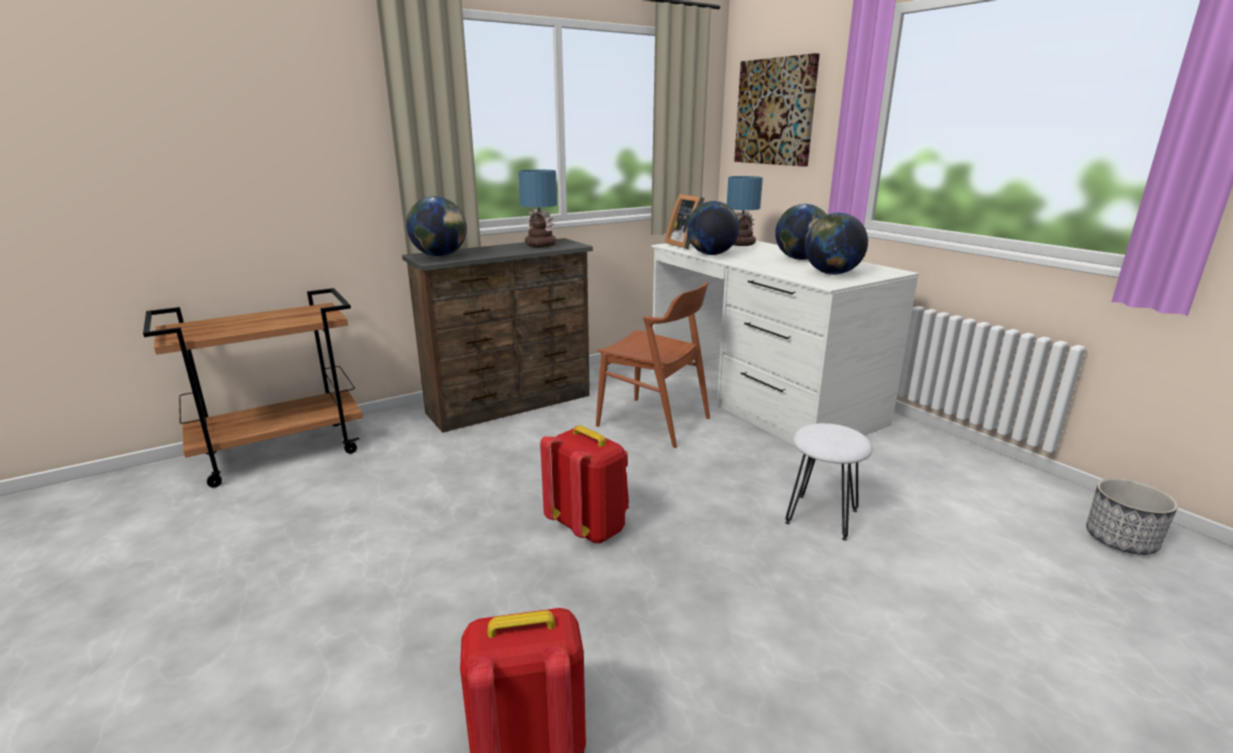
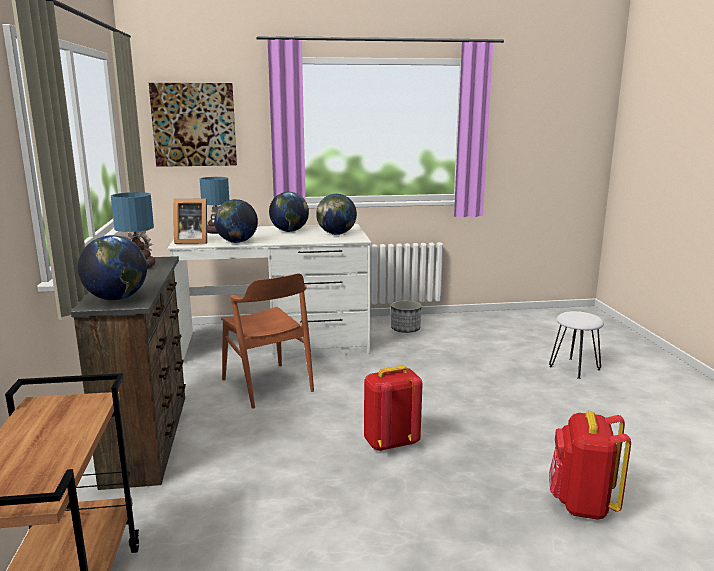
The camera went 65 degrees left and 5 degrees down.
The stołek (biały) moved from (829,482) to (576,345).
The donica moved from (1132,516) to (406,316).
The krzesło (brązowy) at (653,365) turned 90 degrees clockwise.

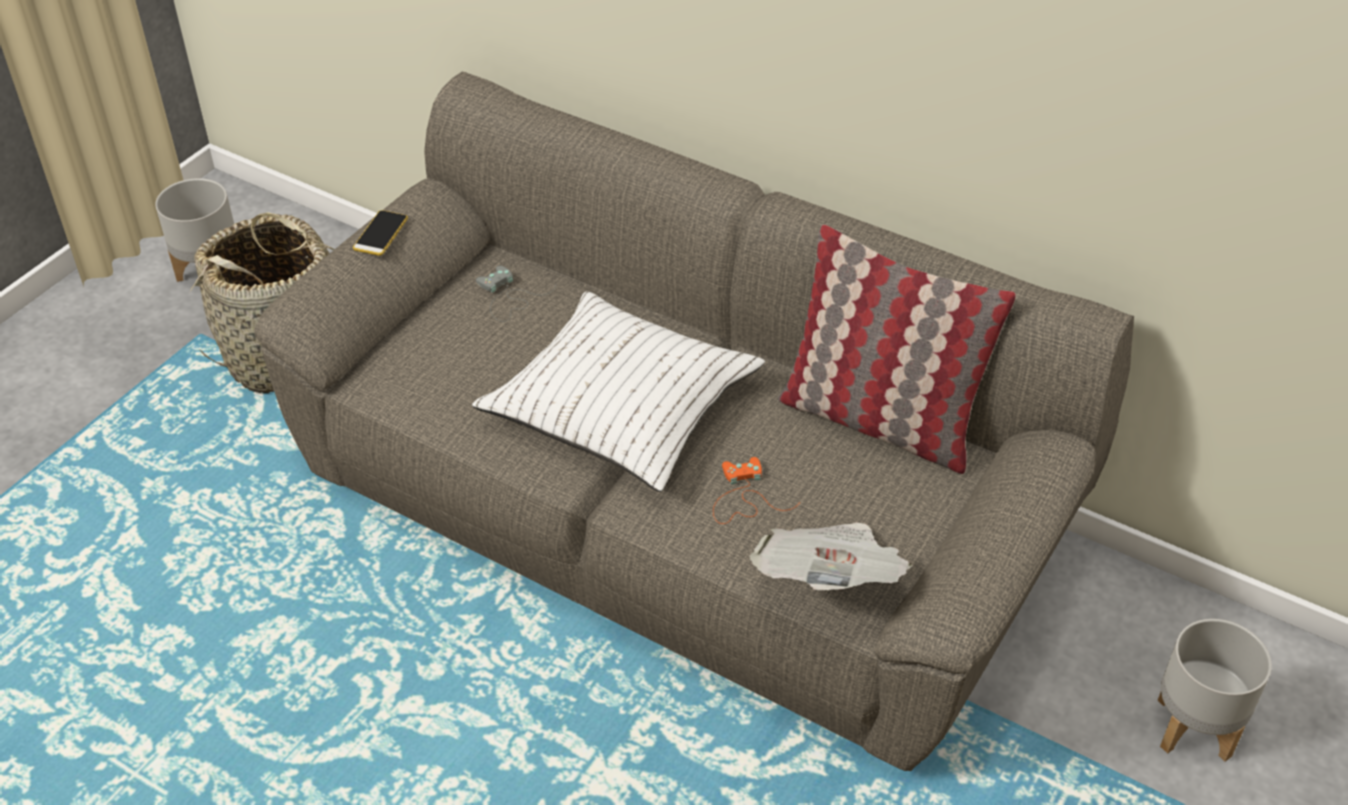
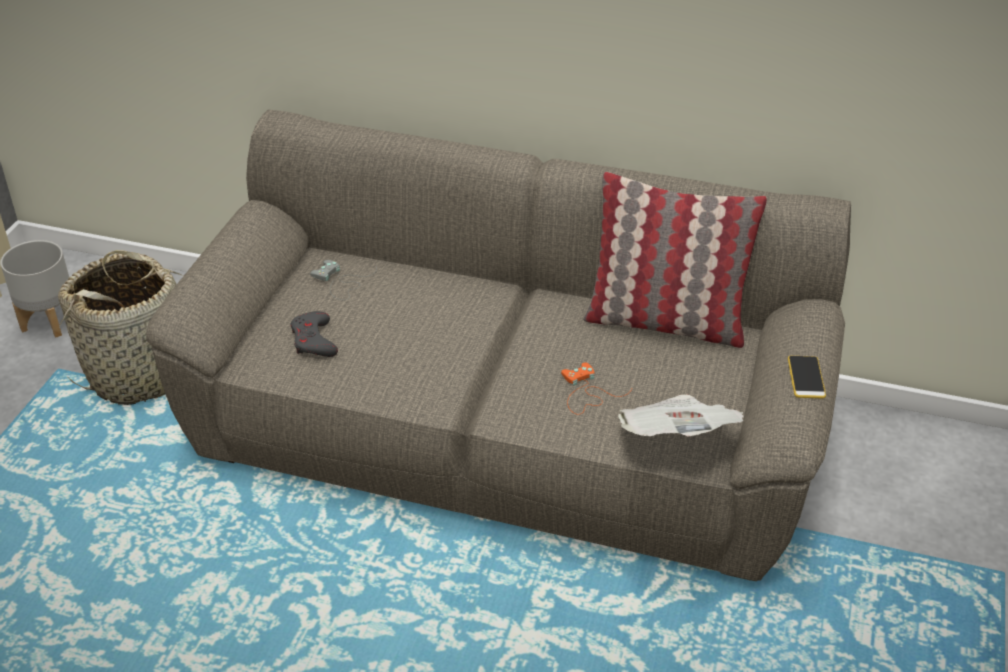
The camera went 15 degrees left and 5 degrees down.
The poduszka (biały) at (618,391) disappeared.
The donica (szary) at (1215,690) disappeared.
The pad do gier (szary) at (314,334) appeared.
The telefon moved from (380,233) to (807,377).

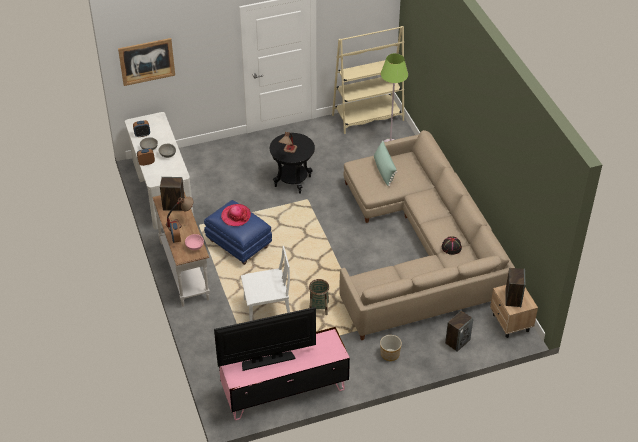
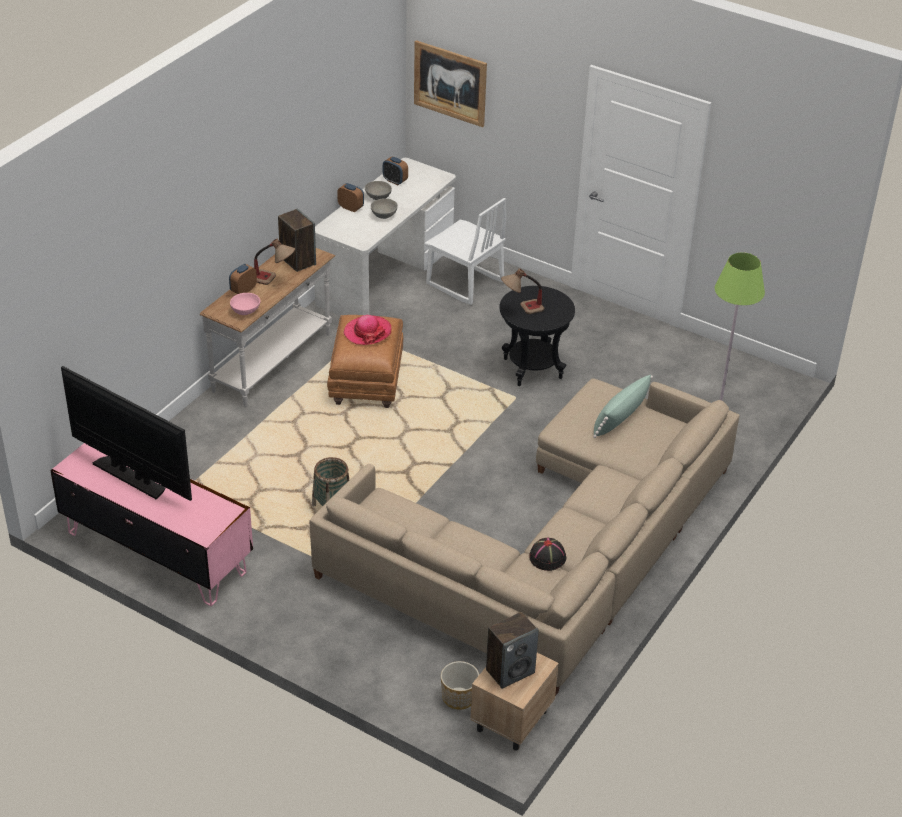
The camera went 50 degrees right and 5 degrees down.
The regał (beżowy) at (368,80) disappeared.
The głośnik at (459,331) disappeared.
The krzesło (biały) moved from (265,283) to (465,251).
The donica moved from (391,348) to (460,685).
The pufa (niebieski) at (238,232) became the pufa (brązowy) at (365,361).

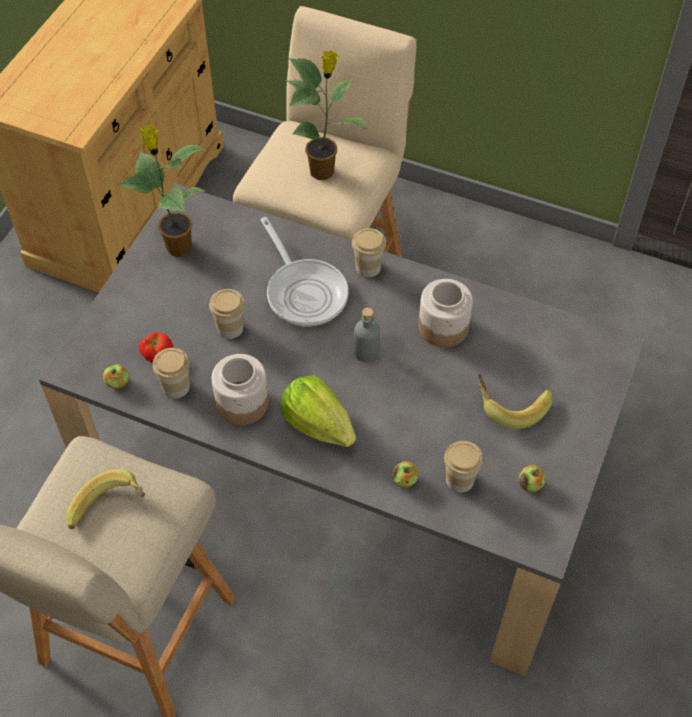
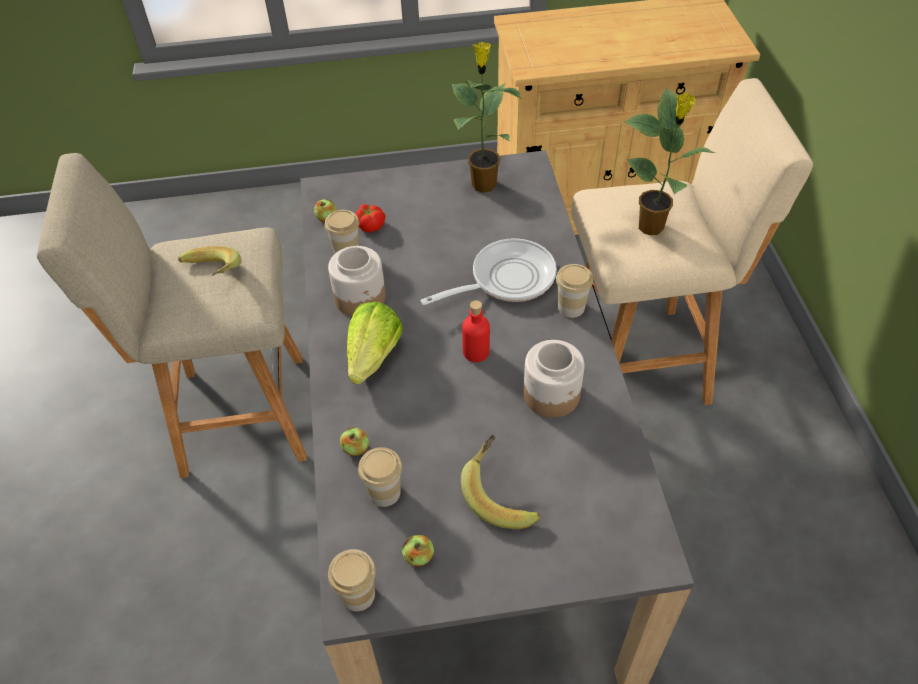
The camera went 60 degrees right and 5 degrees down.
The filiżanka moved from (227,314) to (352,580).
The butelka (szary) at (367,335) became the butelka (czerwony) at (476,331).
The patelnia at (304,271) turned 150 degrees counterclockwise.

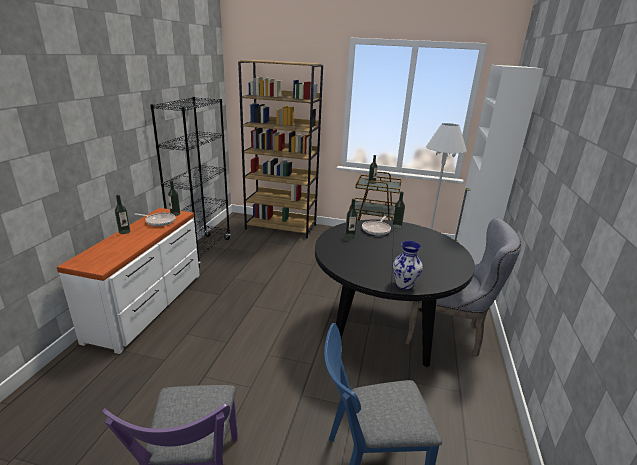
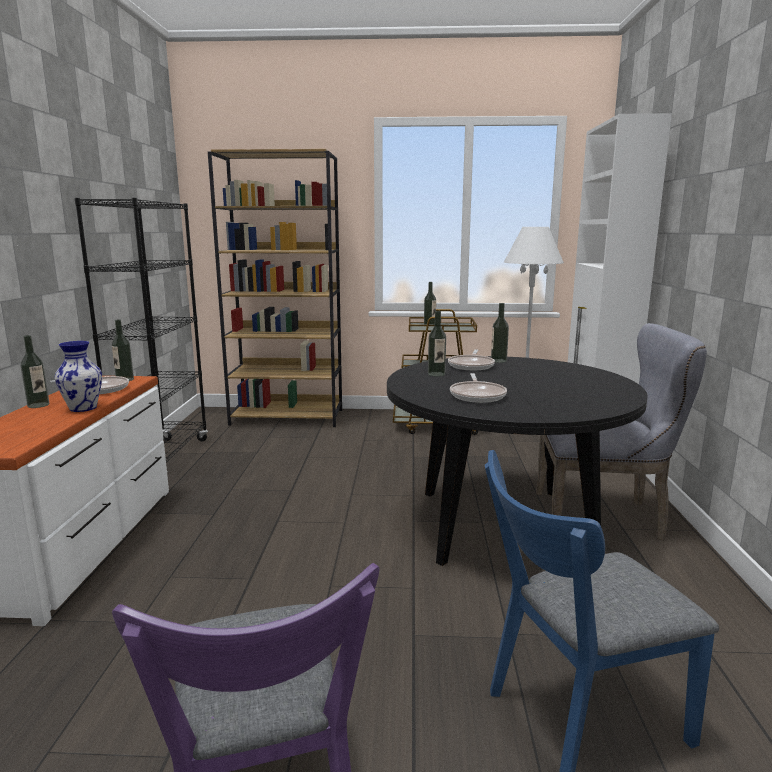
The camera went 10 degrees left and 10 degrees down.
The patelnia at (478,388) appeared.
The wazon moved from (408,265) to (78,376).

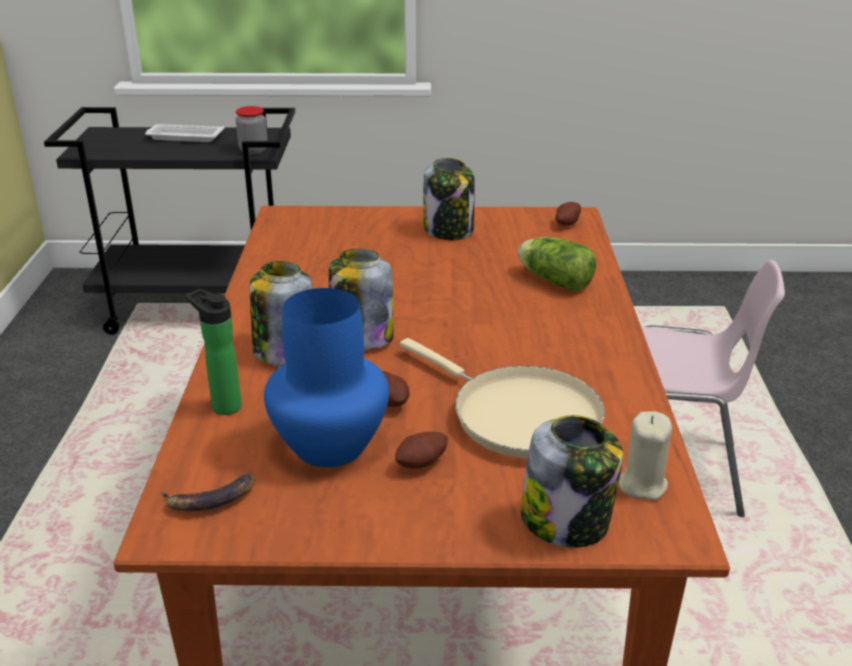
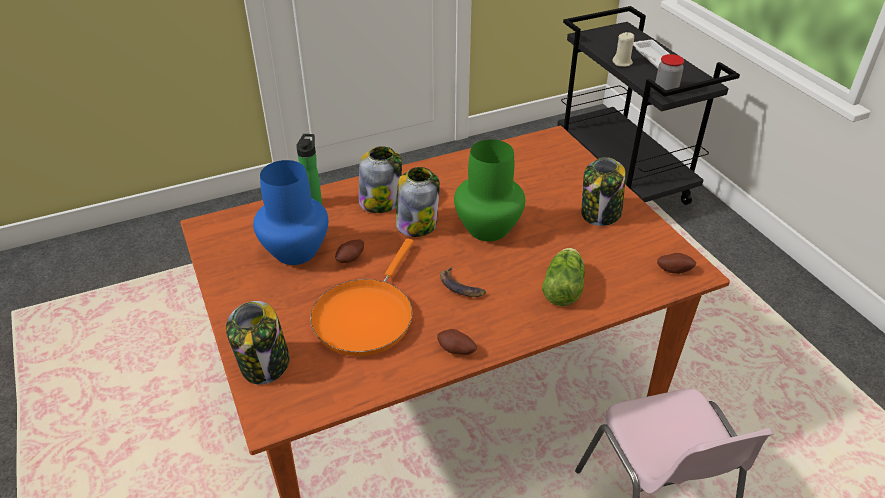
The camera went 65 degrees right and 10 degrees up.
The wazon (zielony) at (489,190) appeared.
The banan moved from (208,492) to (463,282).
The ziemniak moved from (421,450) to (457,342).
The świeca (beżowy) moved from (645,455) to (623,49).
The patelnia (beżowy) at (502,398) became the patelnia (pomarańczowy) at (362,297).

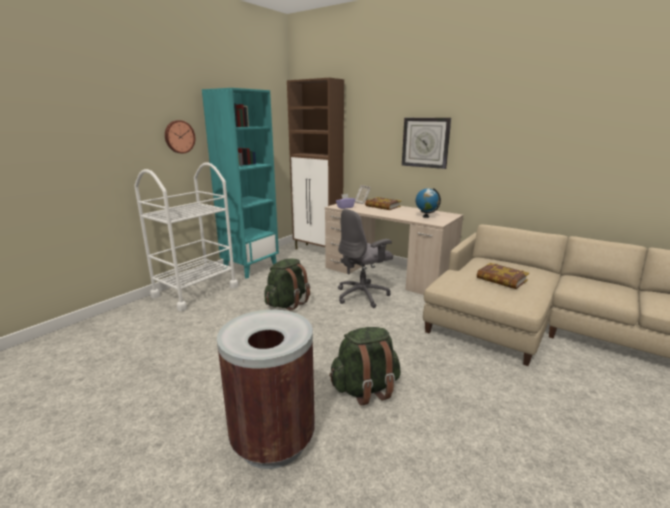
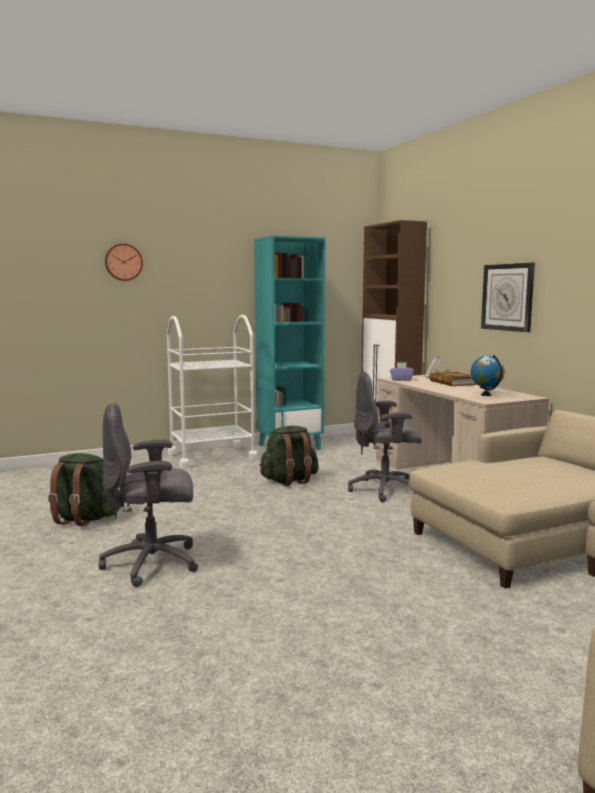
The camera went 30 degrees right and 10 degrees down.
The książka at (503,276) disappeared.
The zegar ścienny moved from (180,137) to (124,262).
The plecak (zielony) moved from (365,366) to (84,489).
The kosz na śmieci (brązowy) at (266,389) was replaced by the krzesło biurowe (szary) at (148,495).

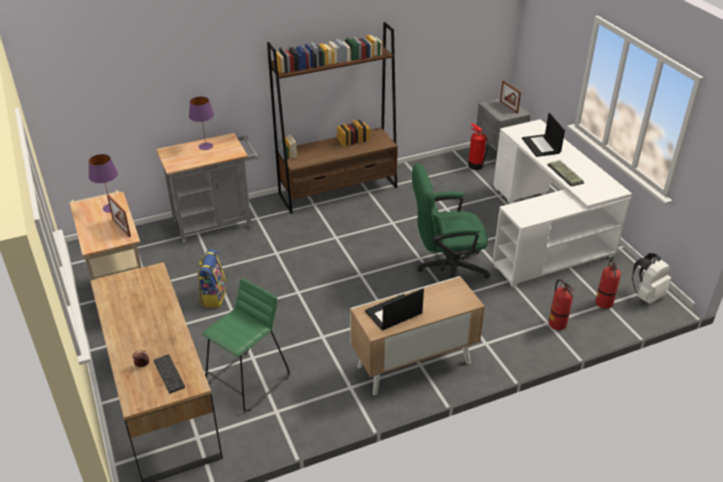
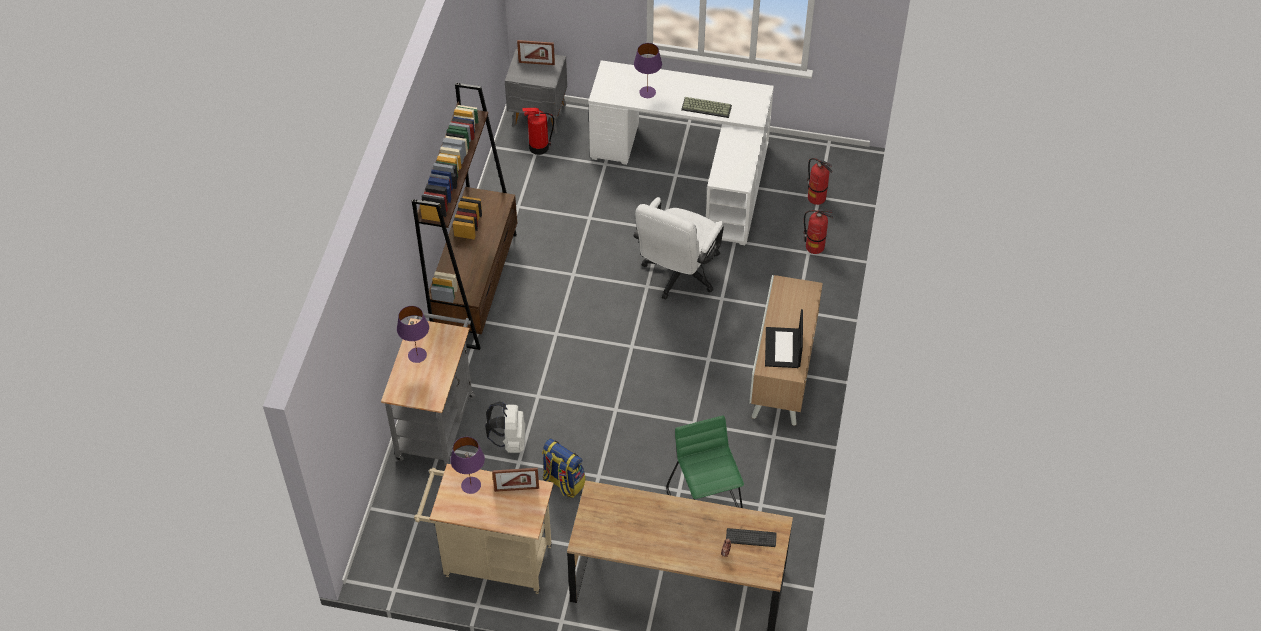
The camera went 55 degrees left and 15 degrees up.
The plecak (biały) moved from (651,278) to (505,427).
The laptop at (543,135) was replaced by the lampa stołowa (fioletowy) at (648,70).
The krzesło biurowe (zielony) at (451,221) became the krzesło biurowe (biały) at (678,248).

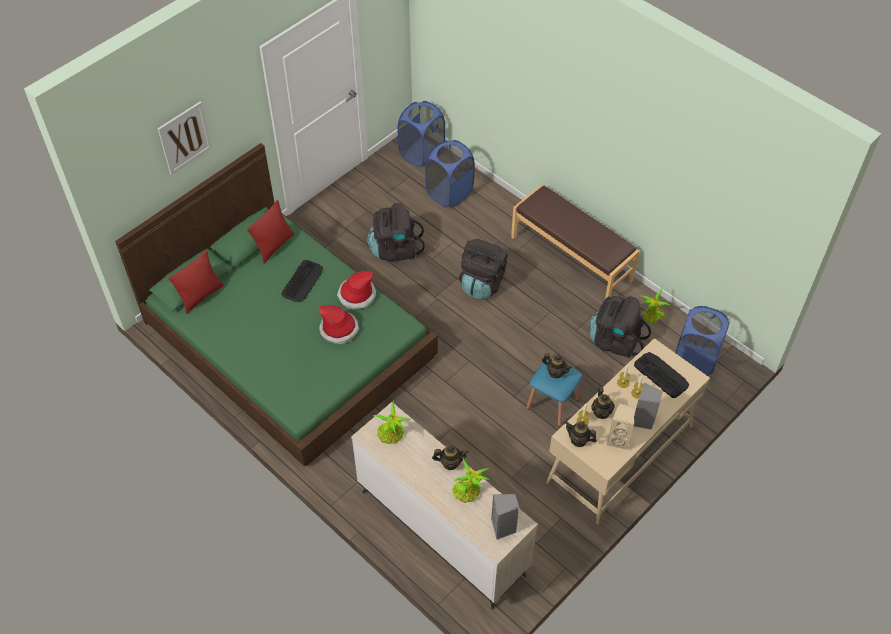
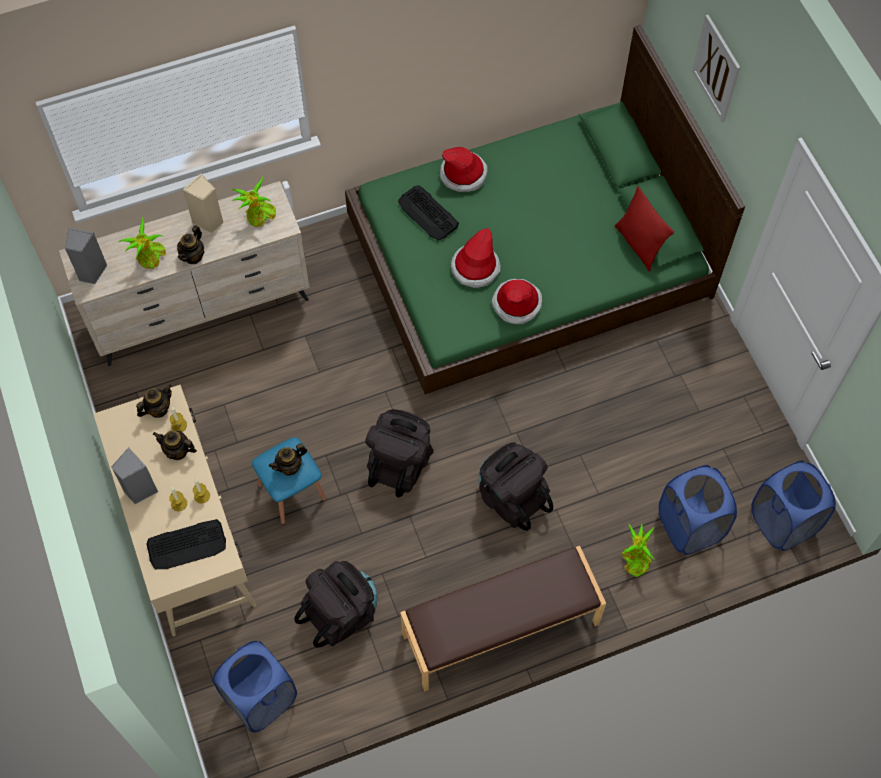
The camera went 115 degrees right and 10 degrees up.
The poduszka (czerwony) at (196,282) disappeared.
The kapelusz at (463,169) appeared.
The klawiatura moved from (302,281) to (428,212).
The plecak (czarny) moved from (396,232) to (399,453).
The głośnik (beżowy) moved from (620,427) to (203,203).
The roślina doniczkowa moved from (655,306) to (638,550).

